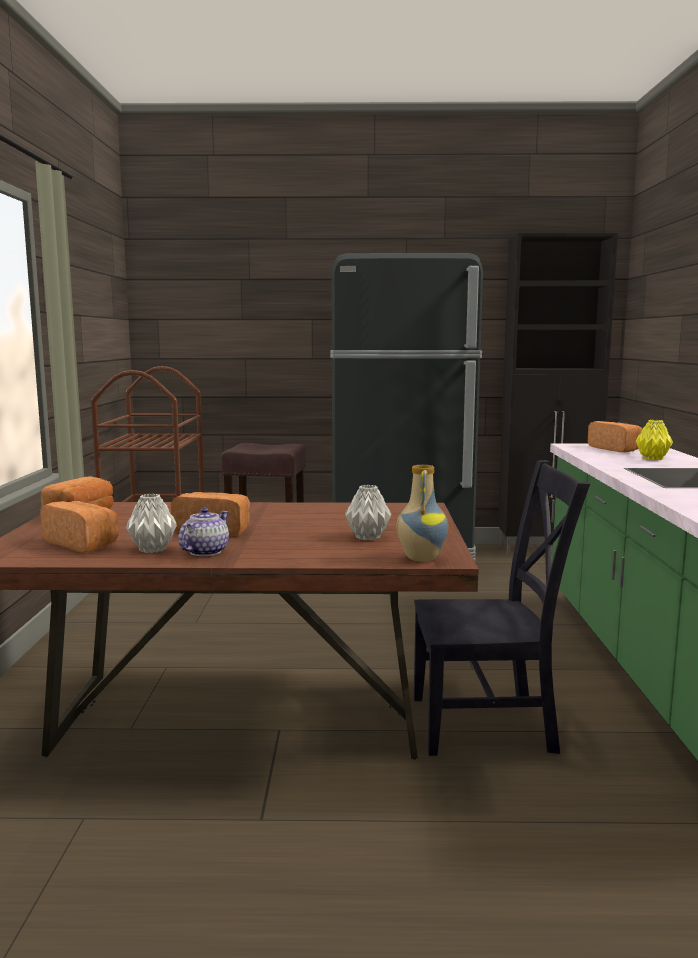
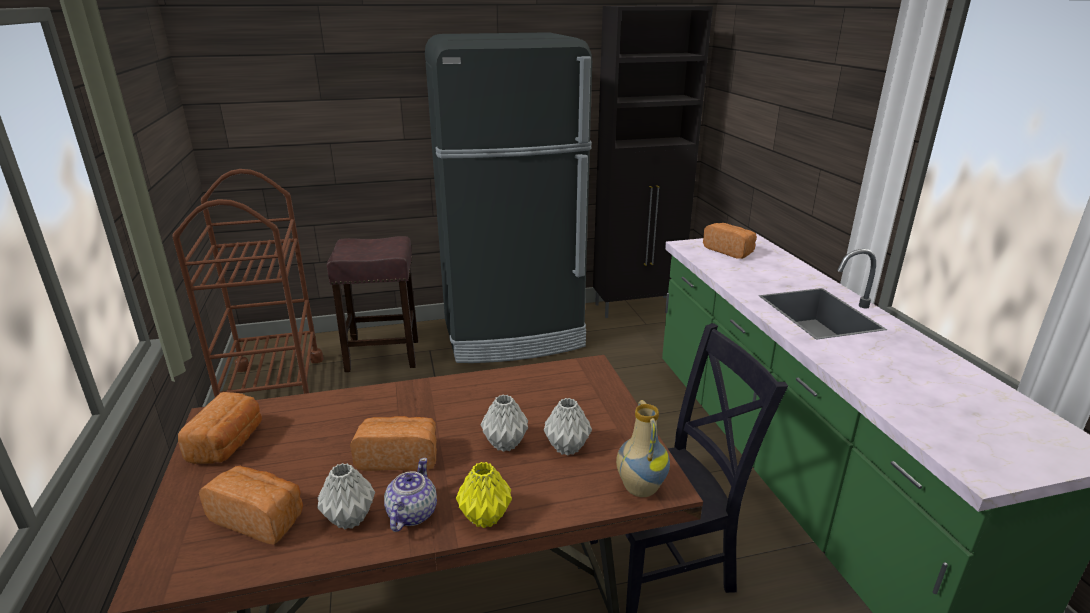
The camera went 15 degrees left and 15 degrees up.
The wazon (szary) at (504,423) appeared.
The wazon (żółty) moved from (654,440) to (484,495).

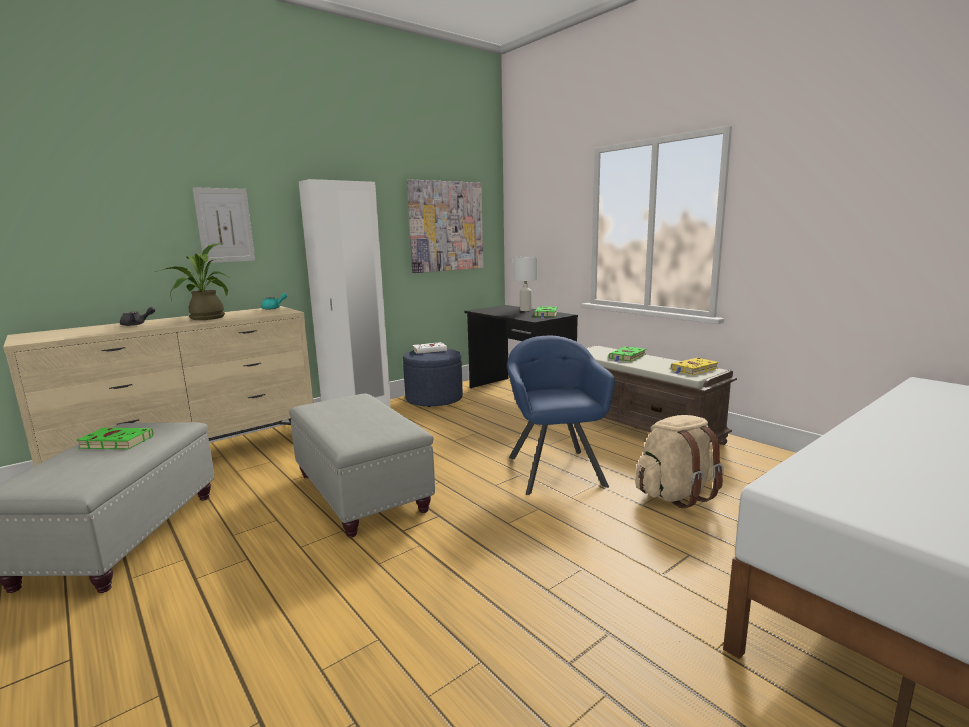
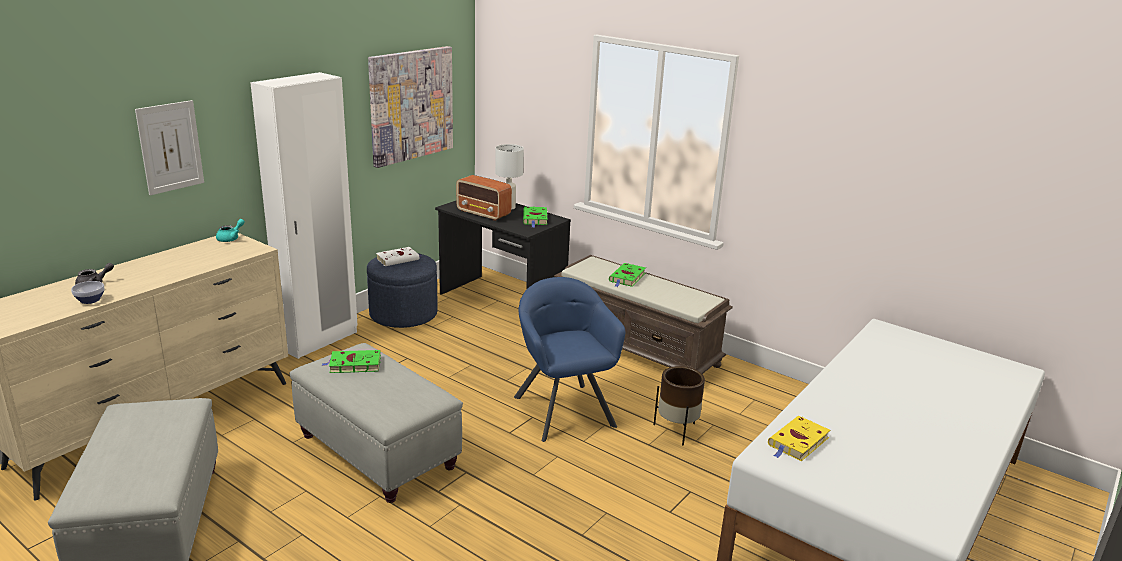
The camera went 15 degrees left and 10 degrees up.
The roślina doniczkowa at (192,281) disappeared.
The miska at (88,292) appeared.
The radio at (484,198) appeared.
The książka (zielony) moved from (115,439) to (351,361).
The książka (żółty) moved from (695,366) to (799,438).
The plecak (beżowy) at (679,462) was replaced by the donica (brązowy) at (679,405).

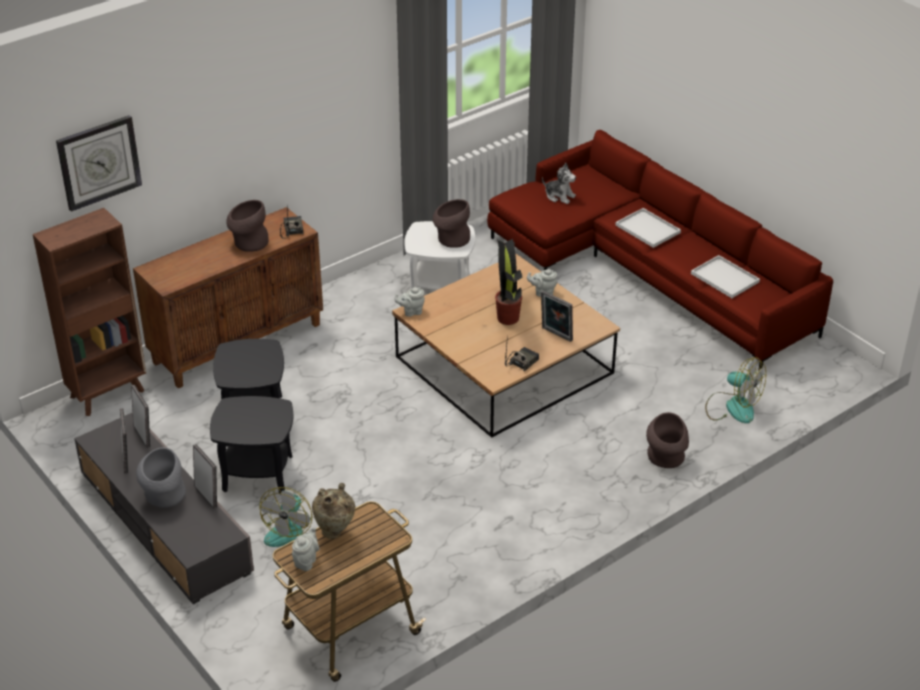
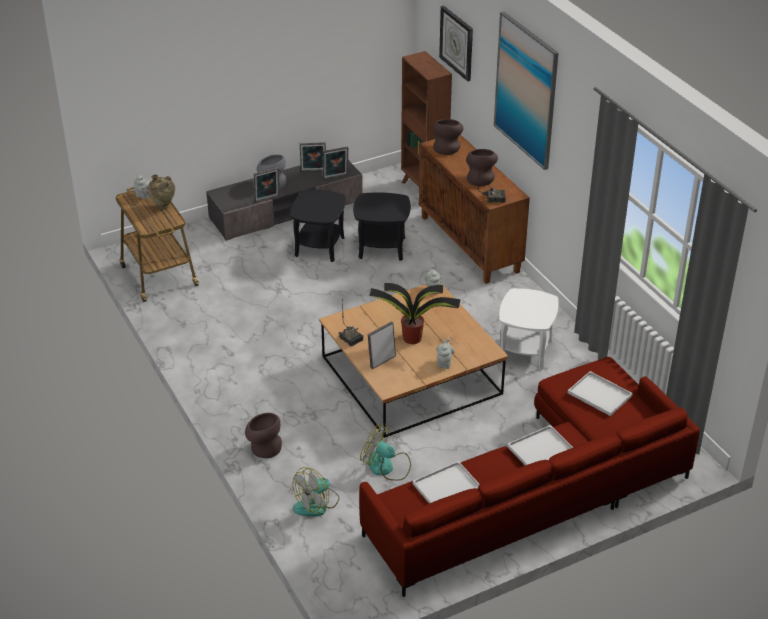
The camera went 100 degrees right and 0 degrees up.
The obraz at (526,91) appeared.
The wentylator moved from (285,517) to (385,452).
The wazon (brązowy) moved from (451,223) to (448,137).
The pluszak at (559,183) was replaced by the taca (biały) at (600,393).

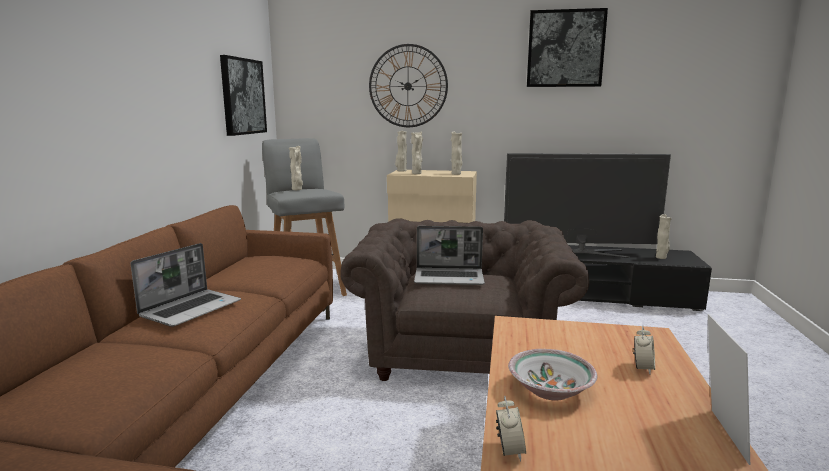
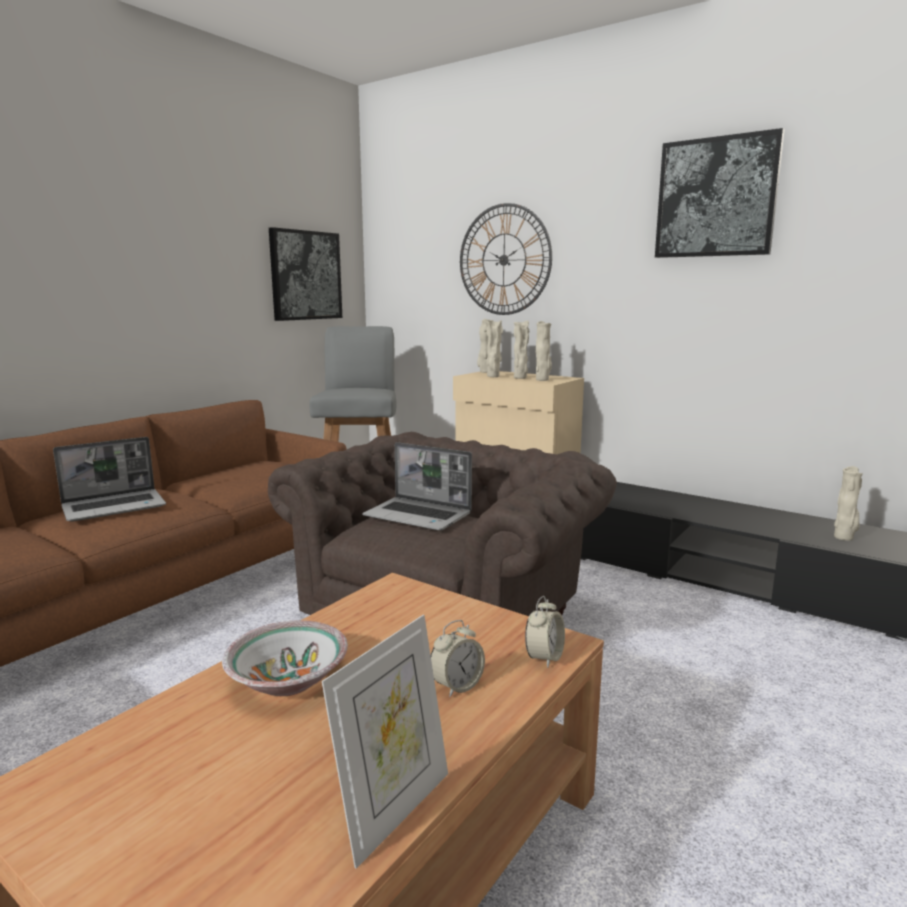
The camera went 25 degrees right and 0 degrees up.
The telewizor at (587,205) disappeared.
The wazon (beżowy) moved from (296,168) to (521,349).
The budzik moved from (511,429) to (545,632).

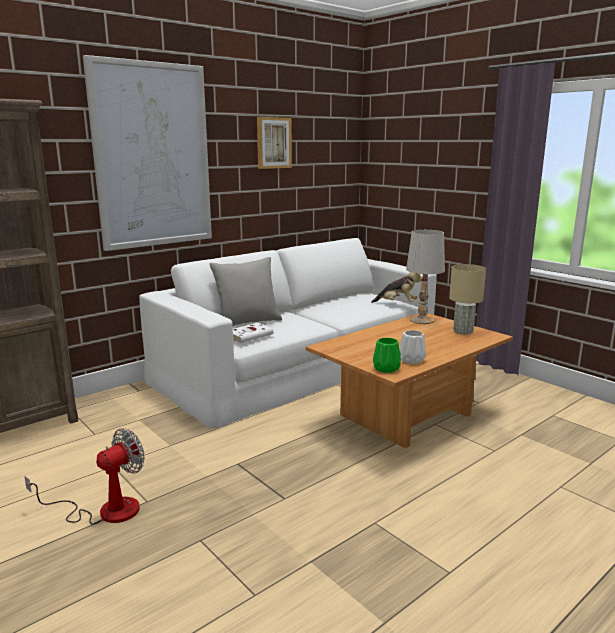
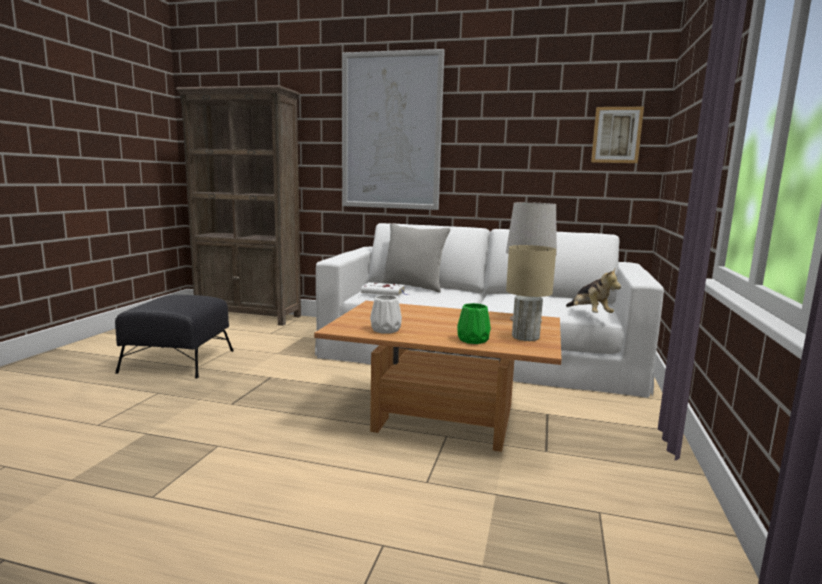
The camera went 55 degrees right and 5 degrees down.
The obraz moved from (274,143) to (617,135).
The wazon (zielony) moved from (387,355) to (474,323).
The wentylator at (84,476) was replaced by the pufa (czarny) at (174,336).

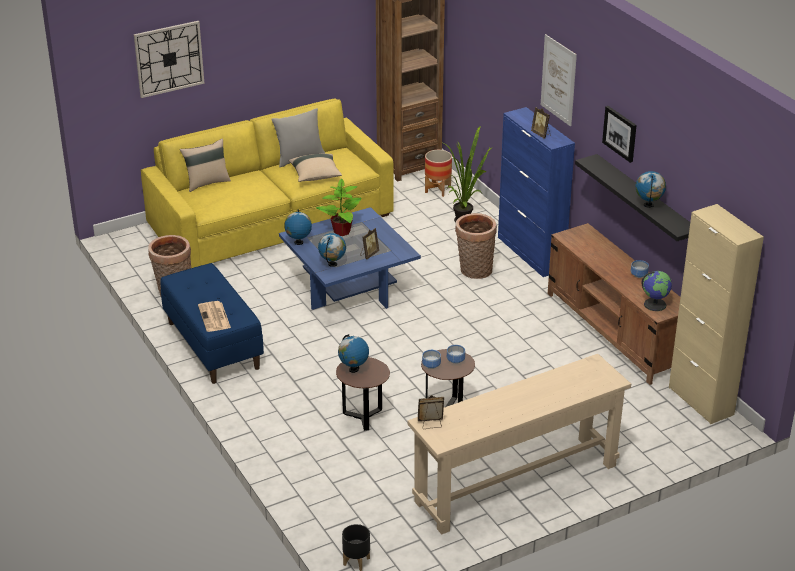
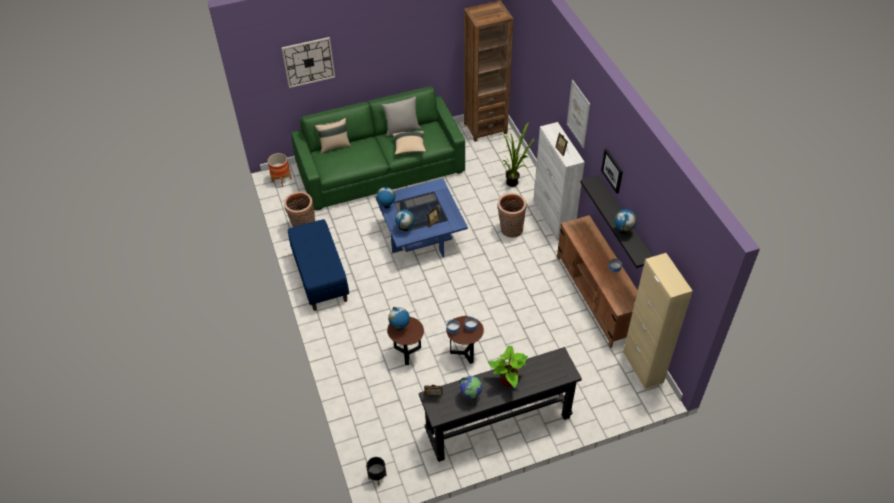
The camera went 10 degrees right and 15 degrees up.
The gazeta at (214,316) disappeared.
The roślina doniczkowa moved from (338,207) to (508,366).
The donica moved from (438,173) to (280,170).
The globus moved from (657,291) to (471,390).
The kanapa (żółty) at (267,183) became the kanapa (zielony) at (378,148).
The stolik konsolowy (beżowy) at (519,444) became the stolik konsolowy (czarny) at (500,404).
The szafka (niebieski) at (536,192) became the szafka (biały) at (559,181).

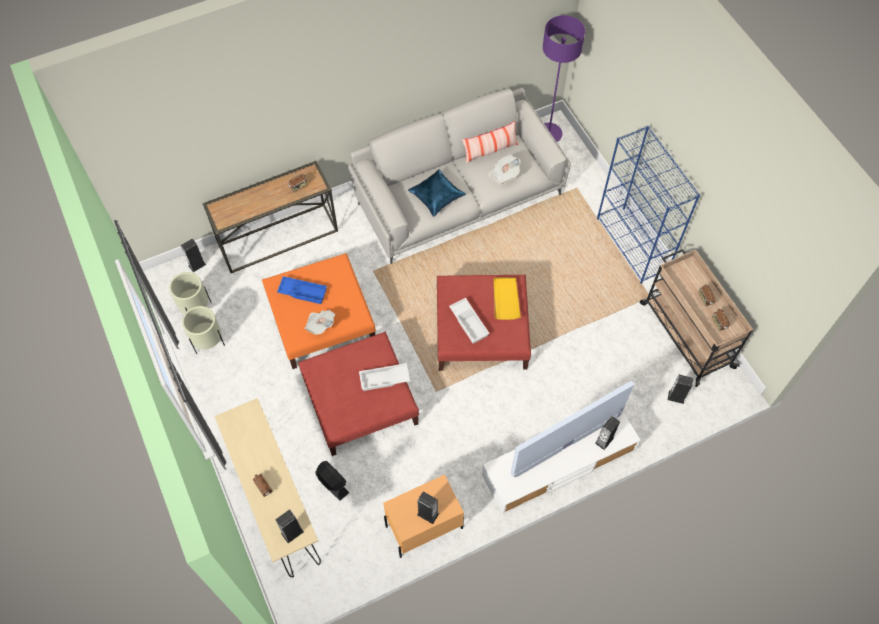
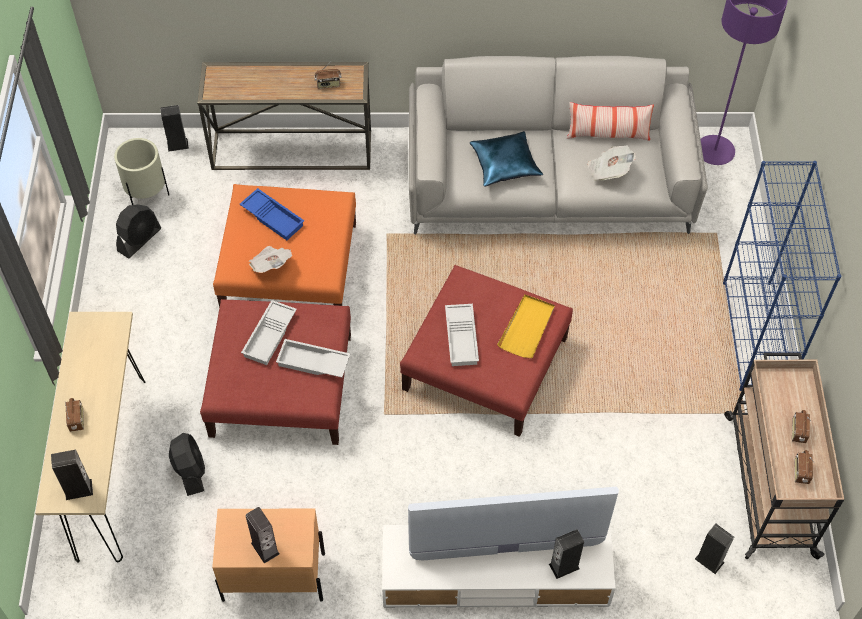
The camera went 25 degrees right and 5 degrees down.
The taca (biały) at (269,332) appeared.
The donica (beżowy) at (203,330) was replaced by the wentylator (czarny) at (138,231).

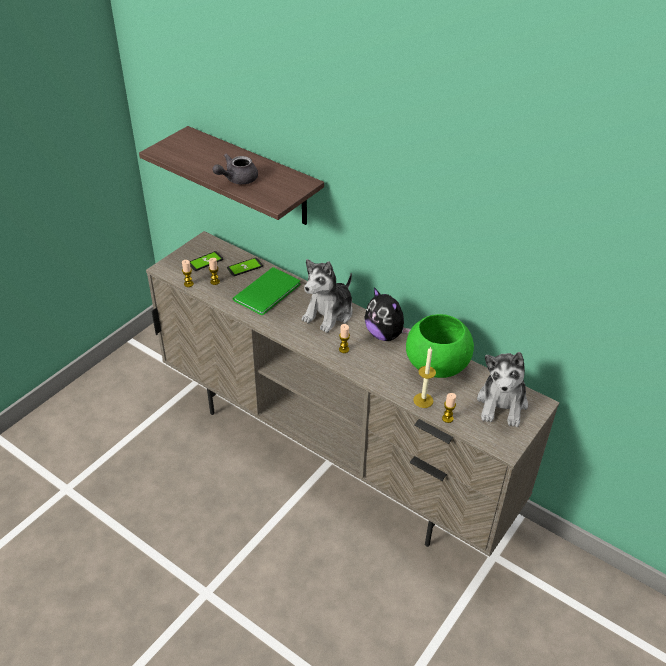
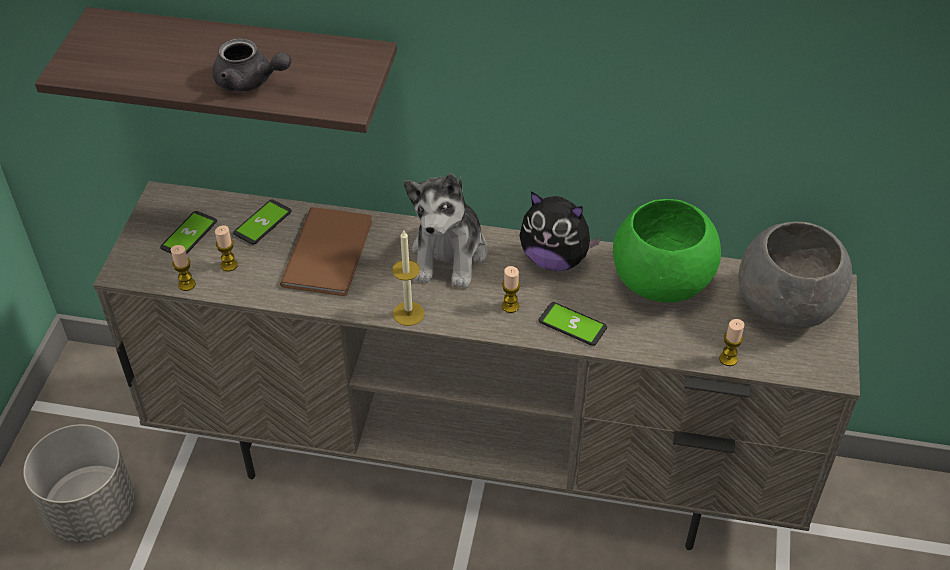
The camera went 25 degrees left and 5 degrees up.
The donica (szary) at (79,483) appeared.
The telefon at (573,324) appeared.
The świeca moved from (424,377) to (408,277).
The pluszak at (502,389) was replaced by the miska (szary) at (795,274).
The książka (zielony) at (266,291) became the książka (brązowy) at (326,251).
The imbryk (szary) at (235,169) turned 90 degrees counterclockwise.

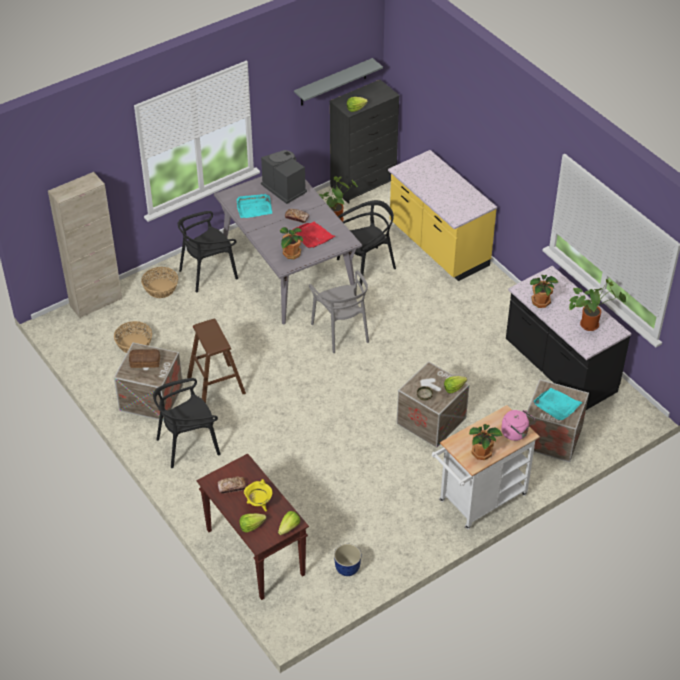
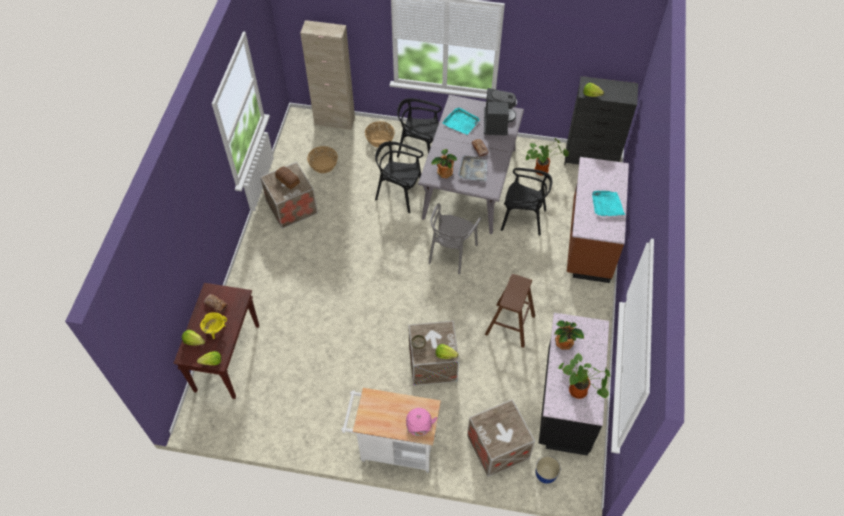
The camera went 45 degrees right and 10 degrees up.
The półka (szary) at (338,82) disappeared.
The roślina doniczkowa at (485,442) disappeared.
The krzesło (czarny) moved from (187,423) to (399,177).
The stołek (brązowy) moved from (216,361) to (510,311).
The donica moved from (347,560) to (547,470).
The taca (turkusowy) moved from (558,404) to (608,203).
The taca (czerwony) at (314,235) became the taca (szary) at (472,168).
The zabudowa kuchenna (żółty) at (442,215) became the zabudowa kuchenna (brązowy) at (598,220).

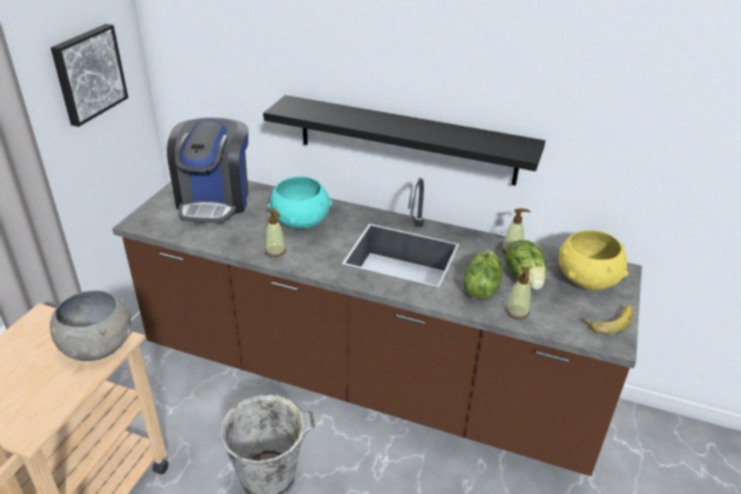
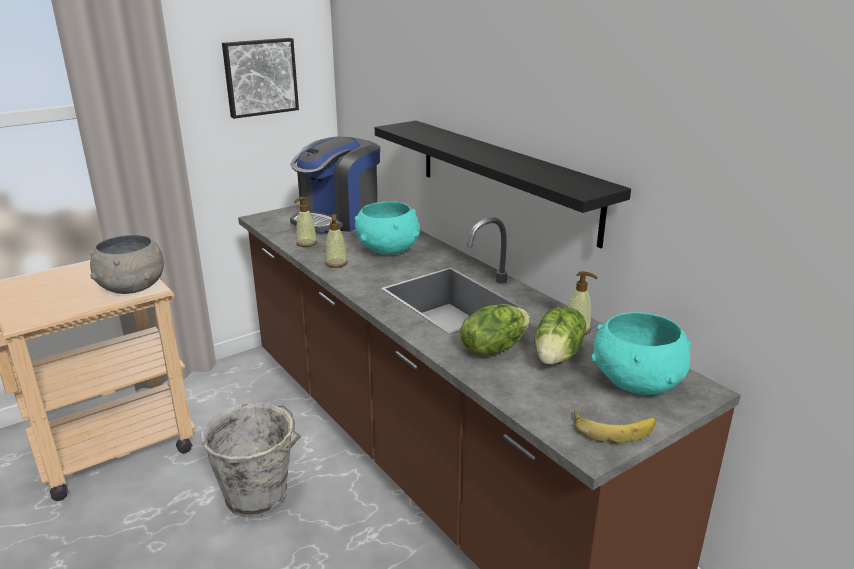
The camera went 35 degrees right and 10 degrees down.
The dozownik mydła moved from (518,293) to (305,222).
The miska (żółty) at (594,260) became the miska (turkusowy) at (641,353).

